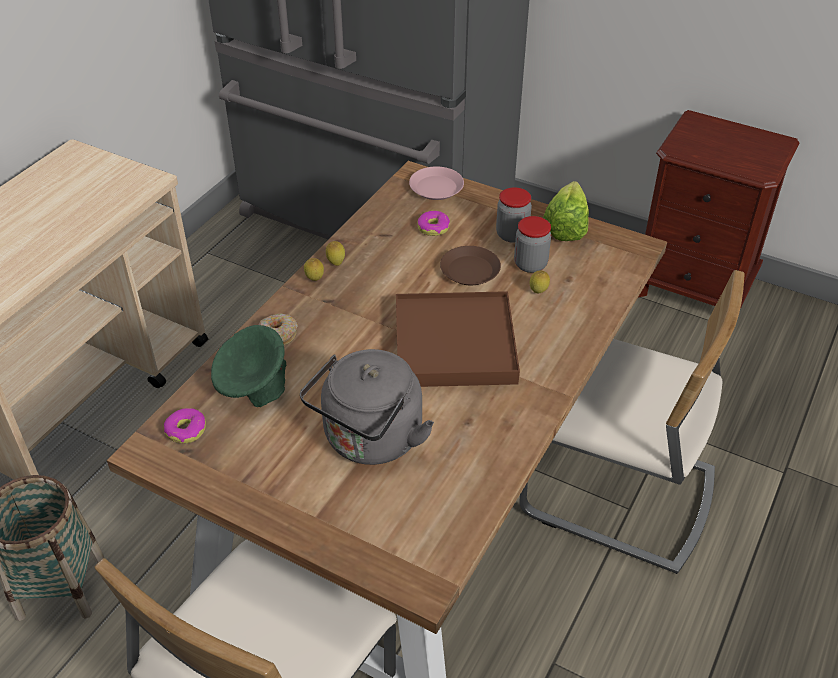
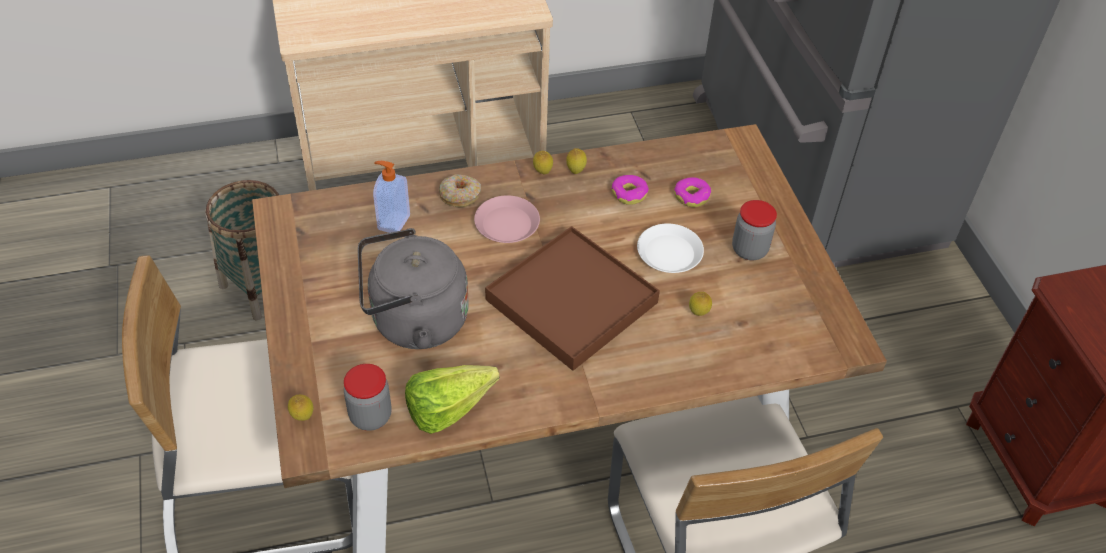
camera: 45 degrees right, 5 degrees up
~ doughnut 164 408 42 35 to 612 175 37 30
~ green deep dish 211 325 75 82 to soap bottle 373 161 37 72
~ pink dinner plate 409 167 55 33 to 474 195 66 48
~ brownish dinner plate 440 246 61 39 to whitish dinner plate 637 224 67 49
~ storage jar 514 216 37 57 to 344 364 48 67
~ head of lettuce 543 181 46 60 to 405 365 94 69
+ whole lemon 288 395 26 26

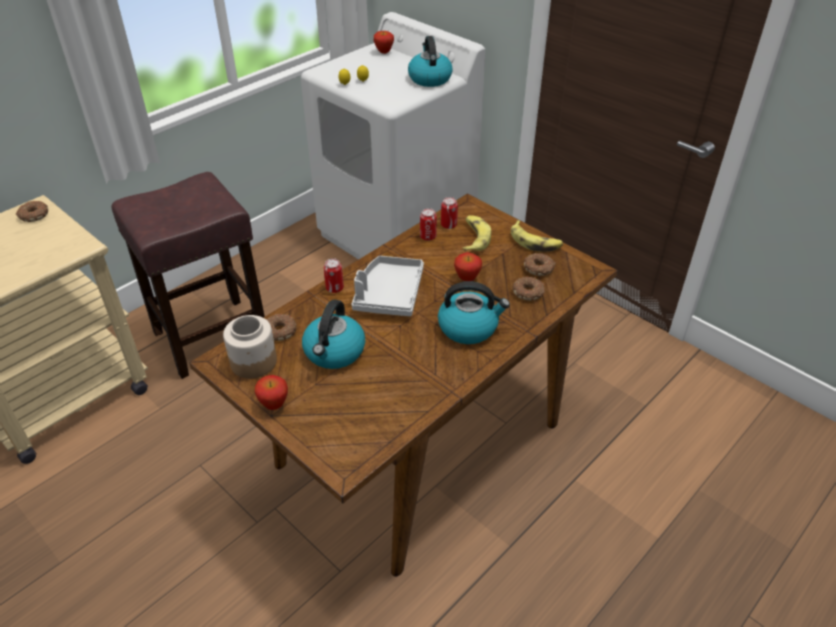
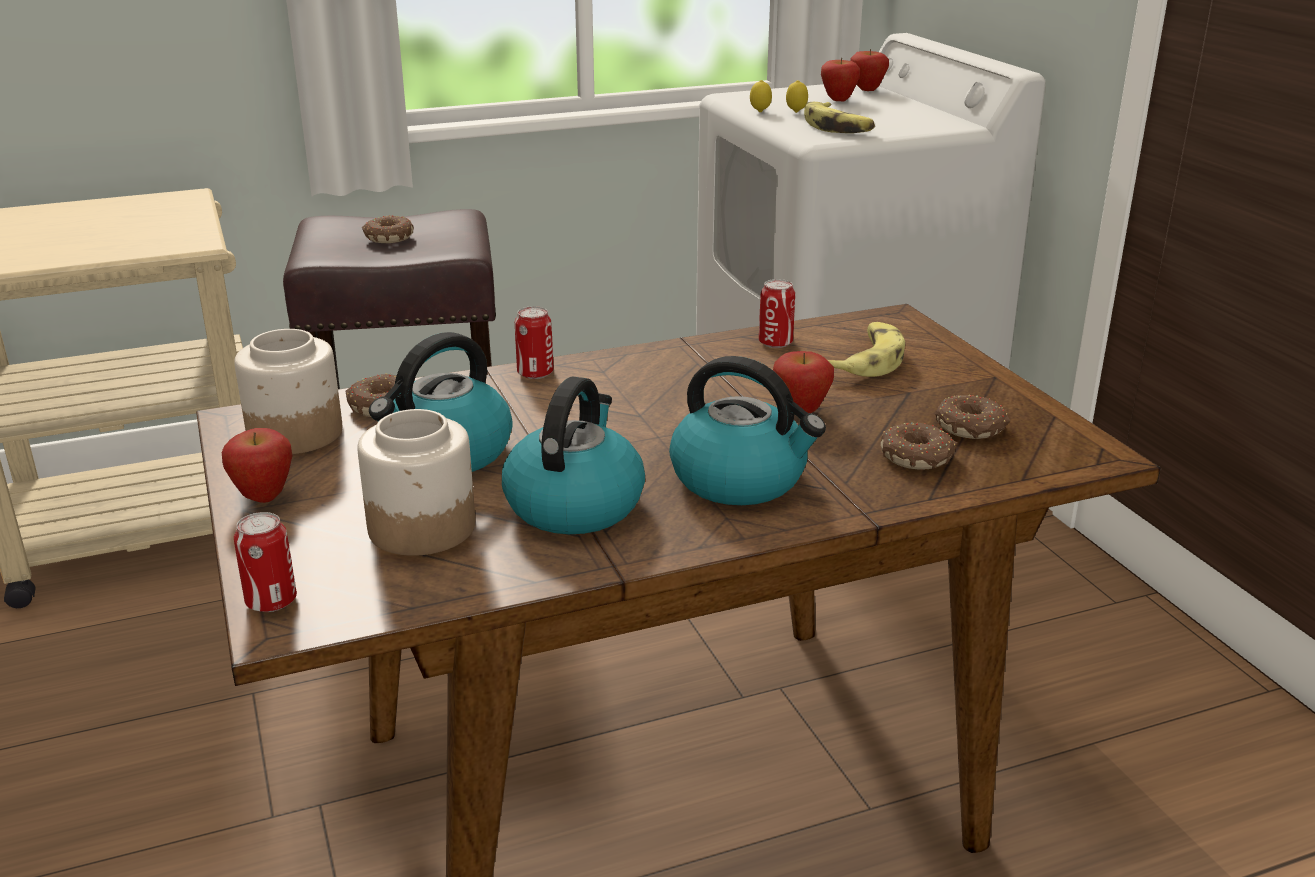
camera: 25 degrees right, 15 degrees down
~ doughnut 16 201 32 21 to 362 215 52 28
- greyish tray 352 256 72 60
~ water kettle 408 36 45 51 to 502 377 143 157
~ can 441 197 17 32 to 234 512 63 100
~ whole banana 511 220 52 32 to 804 102 71 31
+ storage jar 358 409 117 147
+ apple fruit 821 58 39 43

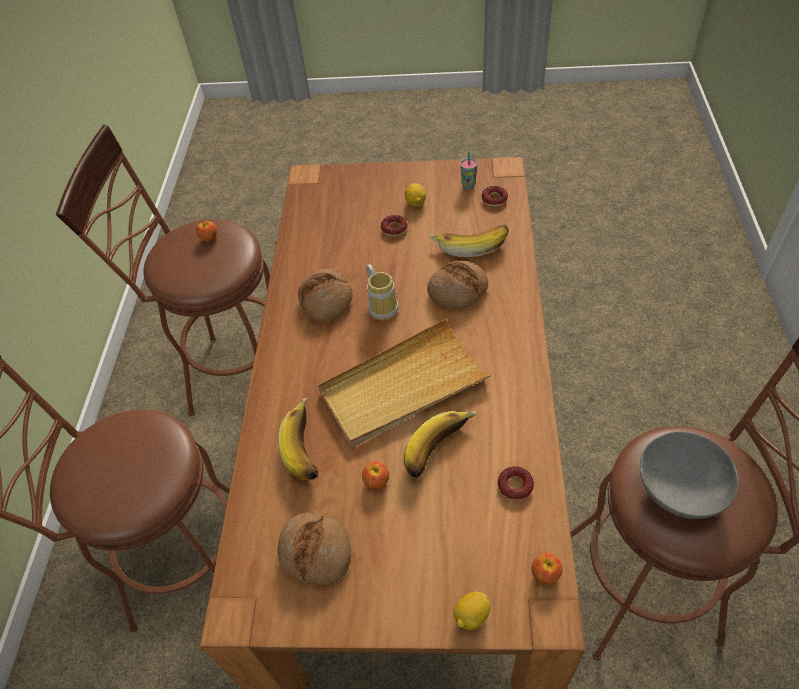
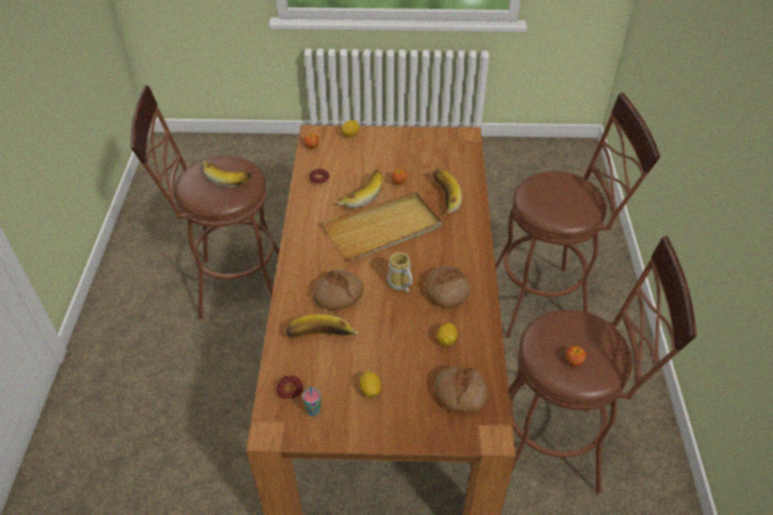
camera: 175 degrees right, 5 degrees down
~ bakery bread 277 512 74 73 to 434 365 54 48
- doughnut 381 215 27 21
~ greyish deep dish 640 432 99 87 to whole banana 203 160 48 27
+ whole lemon 437 323 21 23

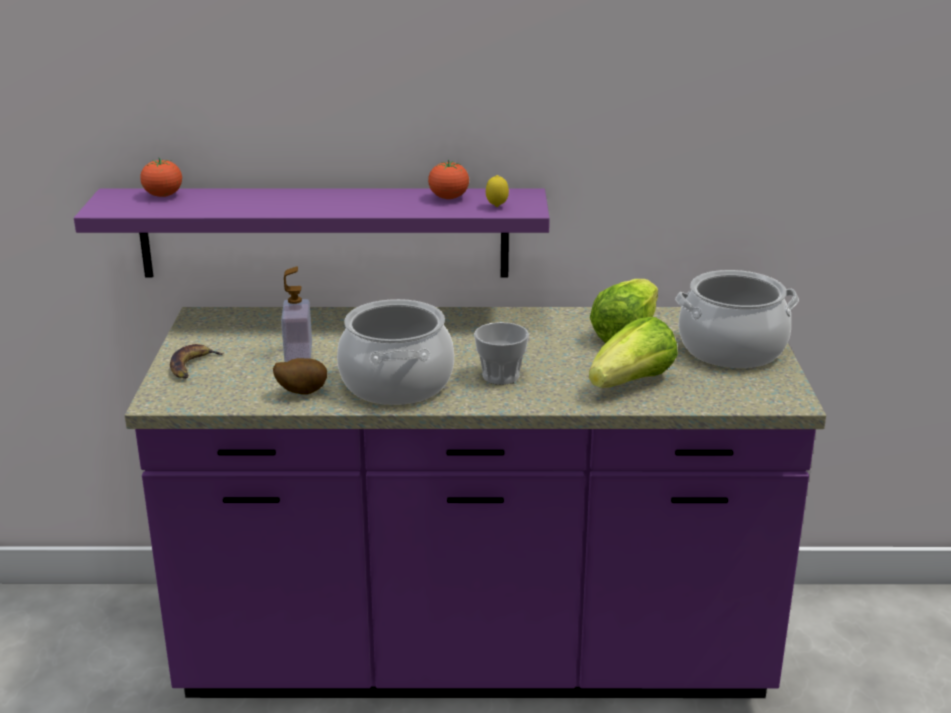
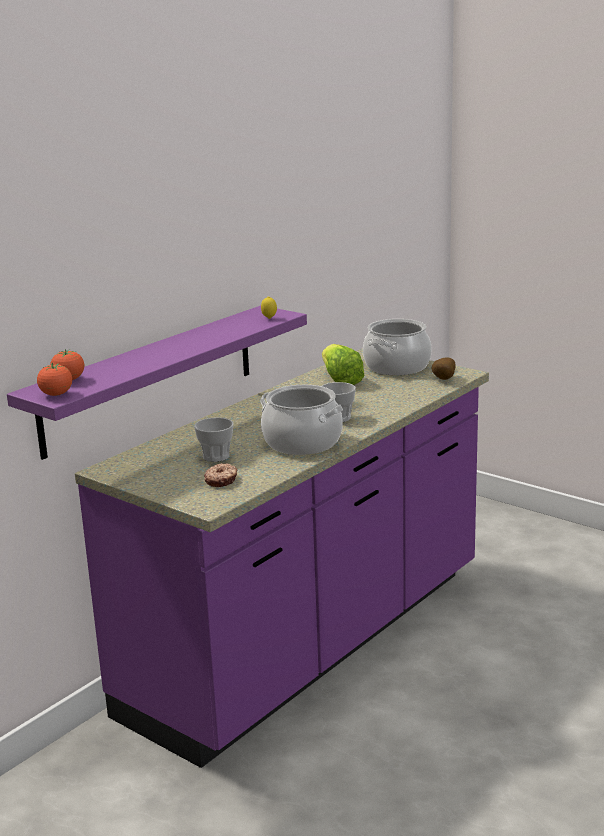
camera: 50 degrees left, 5 degrees down
- whole banana 170 344 55 35
~ whole potato 273 358 54 37 to 431 357 25 23
~ soap bottle 281 267 31 95 to small cup 194 417 40 45
~ whole tomato 428 160 41 39 to 37 363 35 33
- head of lettuce 589 317 89 71
+ doughnut 204 463 33 24

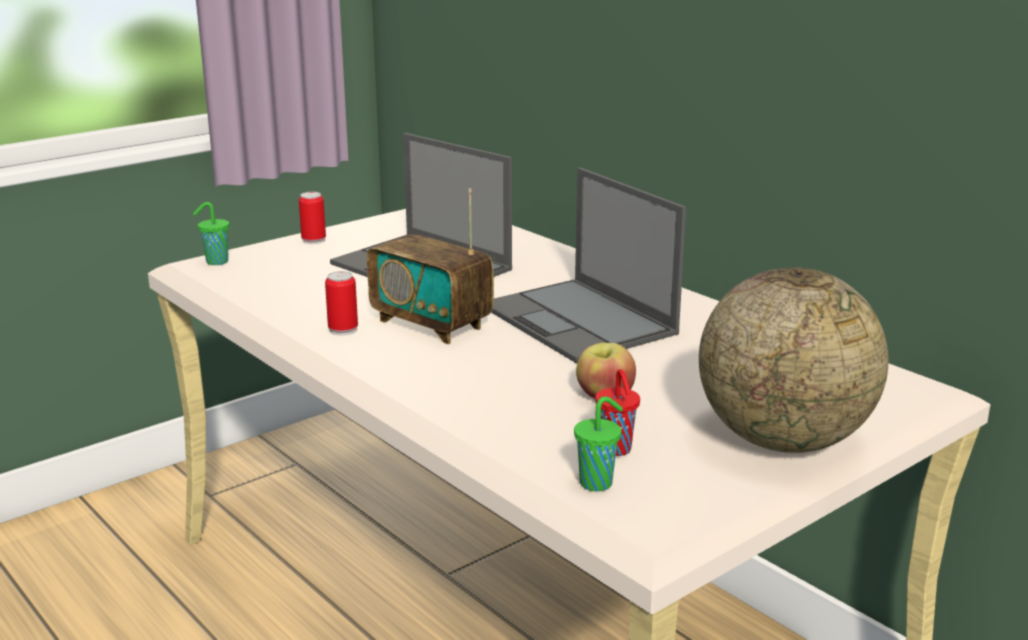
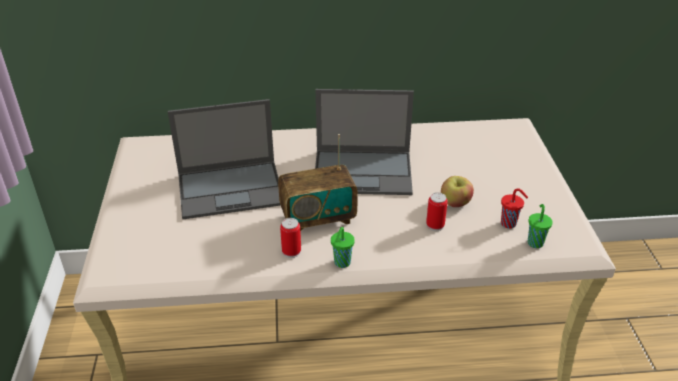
camera: 55 degrees left, 15 degrees up
~ green small cup 193 202 36 63 to 331 227 24 41
~ can 299 192 27 52 to 426 192 22 39
- world globe 699 267 189 186

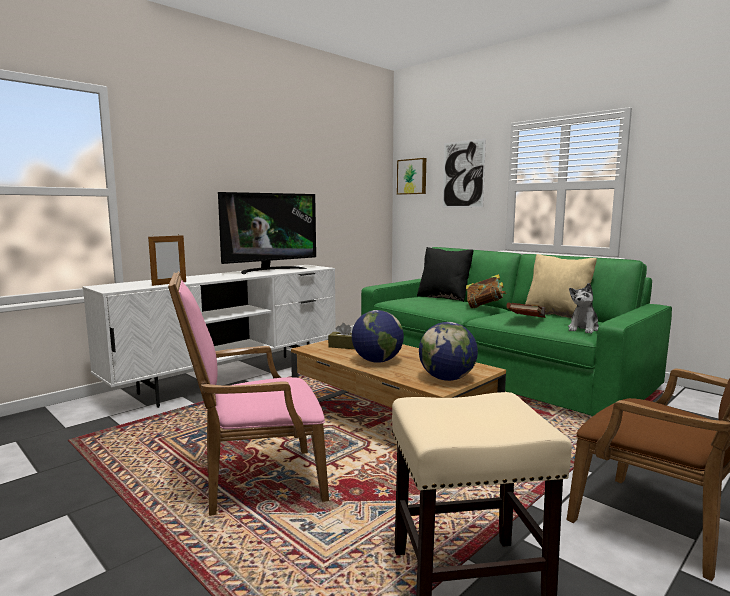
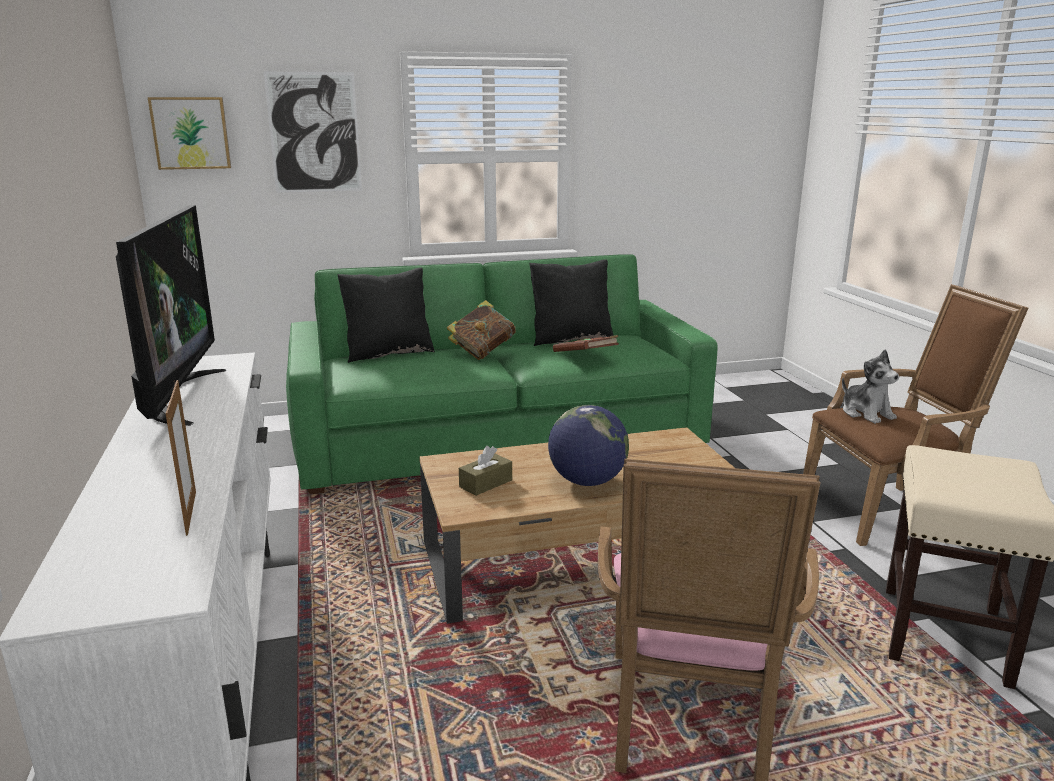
camera: 60 degrees left, 10 degrees up
- world globe 419 322 59 59
~ beige pillow 525 254 72 64 to black-coloured pillow 529 259 85 87
~ cuddly toy 568 283 31 51 to 842 350 57 74

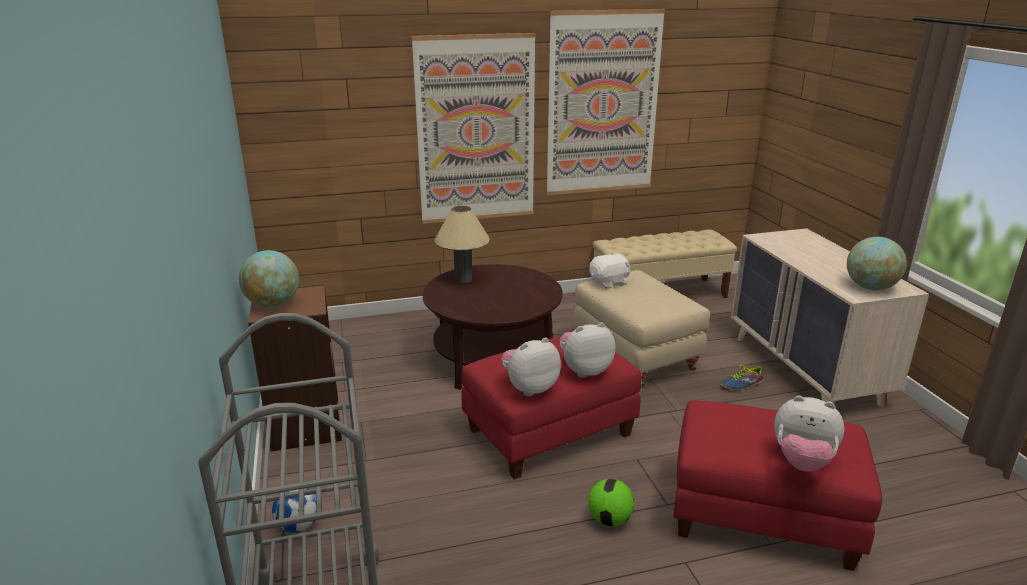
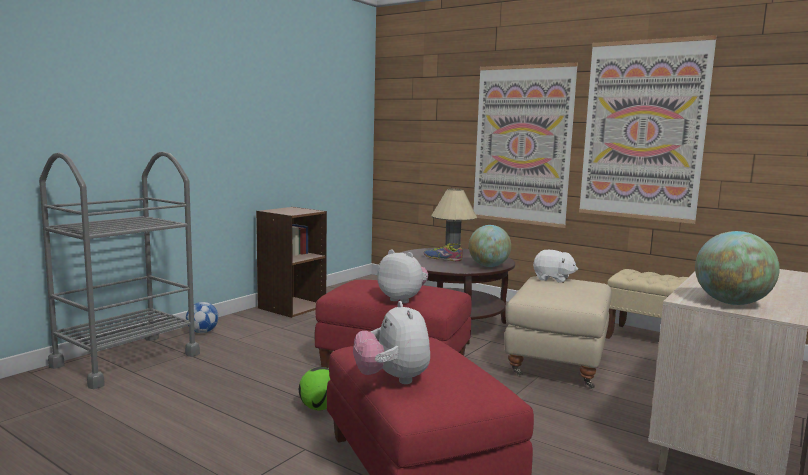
camera: 50 degrees right, 15 degrees down
~ world globe 239 250 60 57 to 469 225 42 42
- cuddly toy 501 337 60 59
~ item of footwear 720 362 44 29 to 424 243 39 18

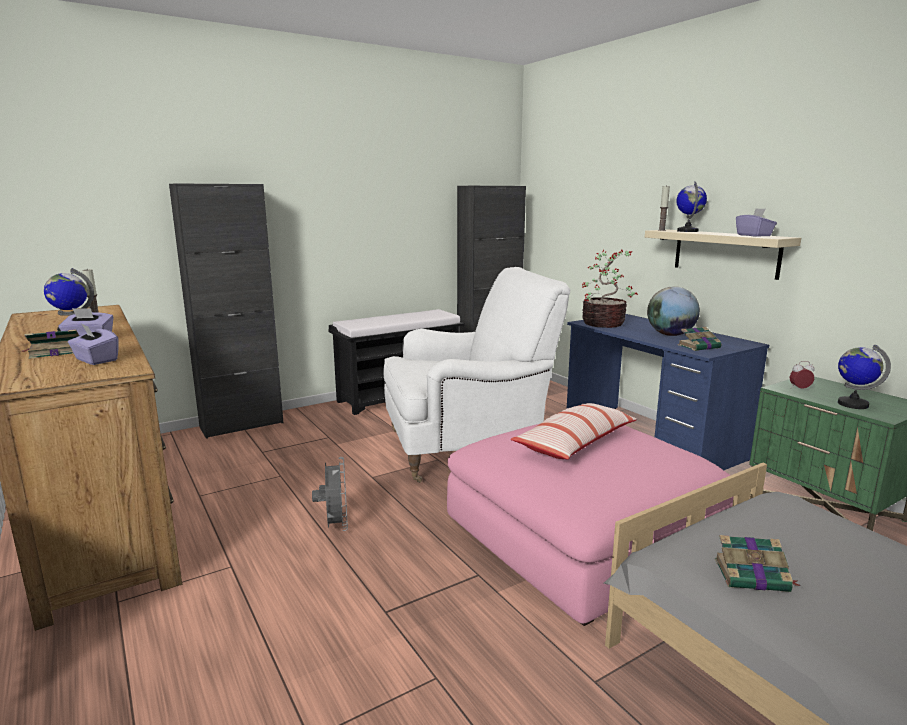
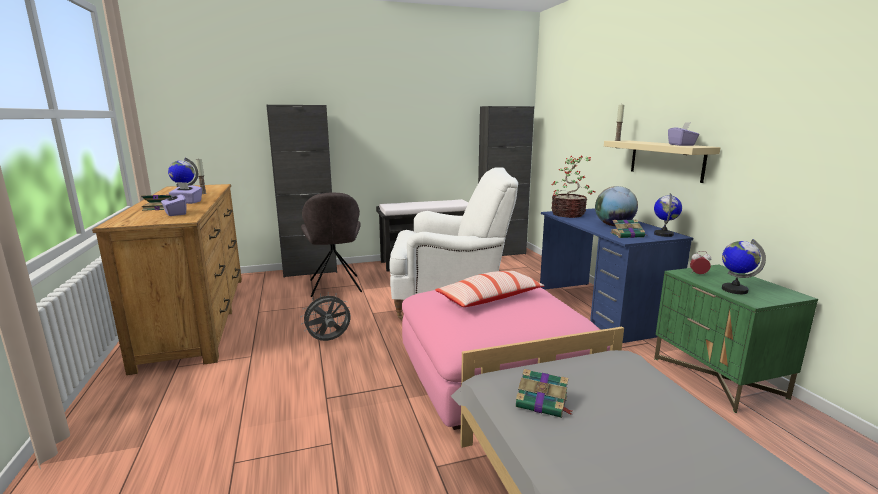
camera: 15 degrees right, 0 degrees up
~ greyish electric fan 312 457 36 74 = 301 292 50 49 120 degrees counterclockwise
~ world globe 676 182 31 50 to 654 193 28 44
+ greyish upright chair 301 192 61 105

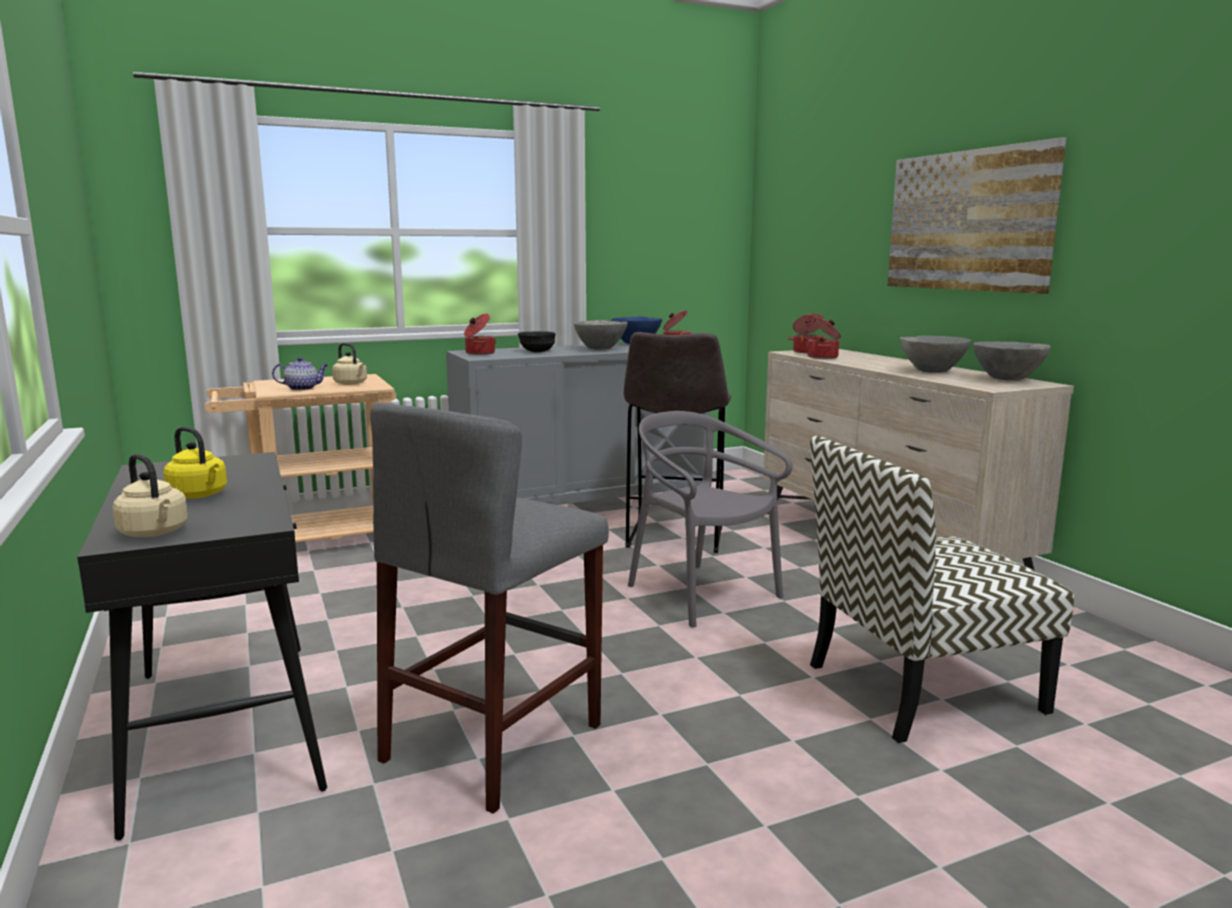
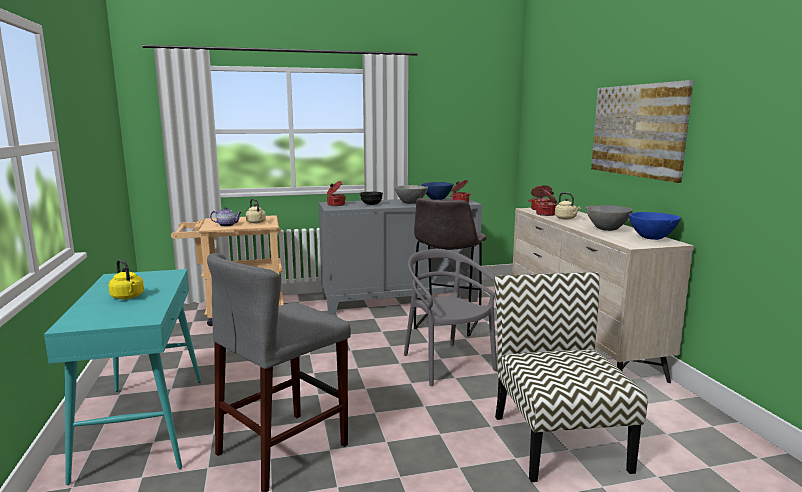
camera: 10 degrees right, 0 degrees up
~ black-coloured console table 77 452 250 389 to turquoise-coloured console table 44 269 157 216
~ beige water kettle 112 454 76 83 to 555 192 26 27
~ upright chair 810 436 264 307 = 494 272 154 210 90 degrees clockwise
~ greyish deep dish 973 341 78 40 to bluish deep dish 629 212 52 28

